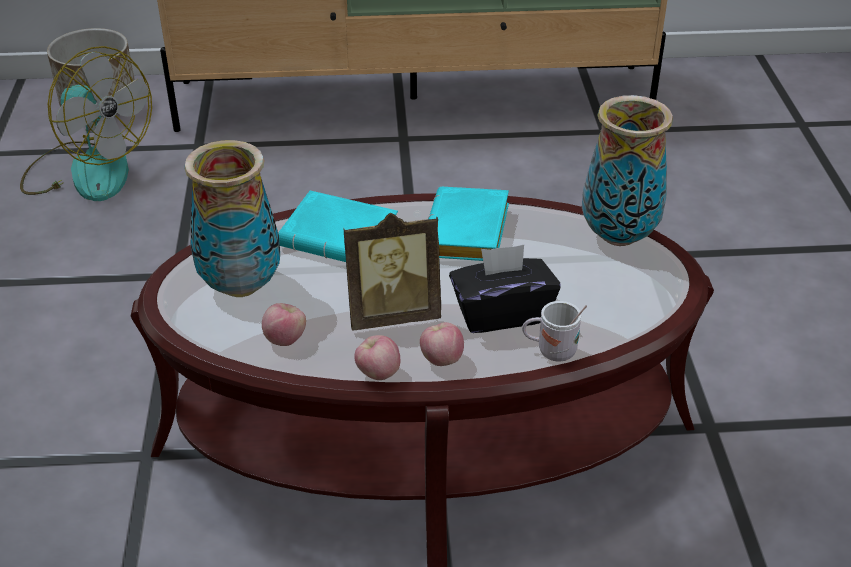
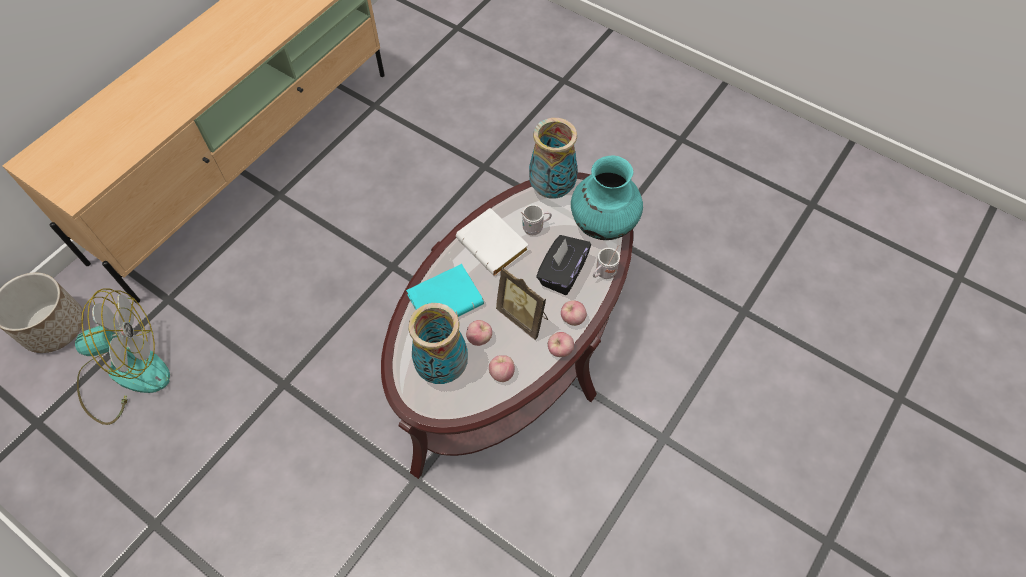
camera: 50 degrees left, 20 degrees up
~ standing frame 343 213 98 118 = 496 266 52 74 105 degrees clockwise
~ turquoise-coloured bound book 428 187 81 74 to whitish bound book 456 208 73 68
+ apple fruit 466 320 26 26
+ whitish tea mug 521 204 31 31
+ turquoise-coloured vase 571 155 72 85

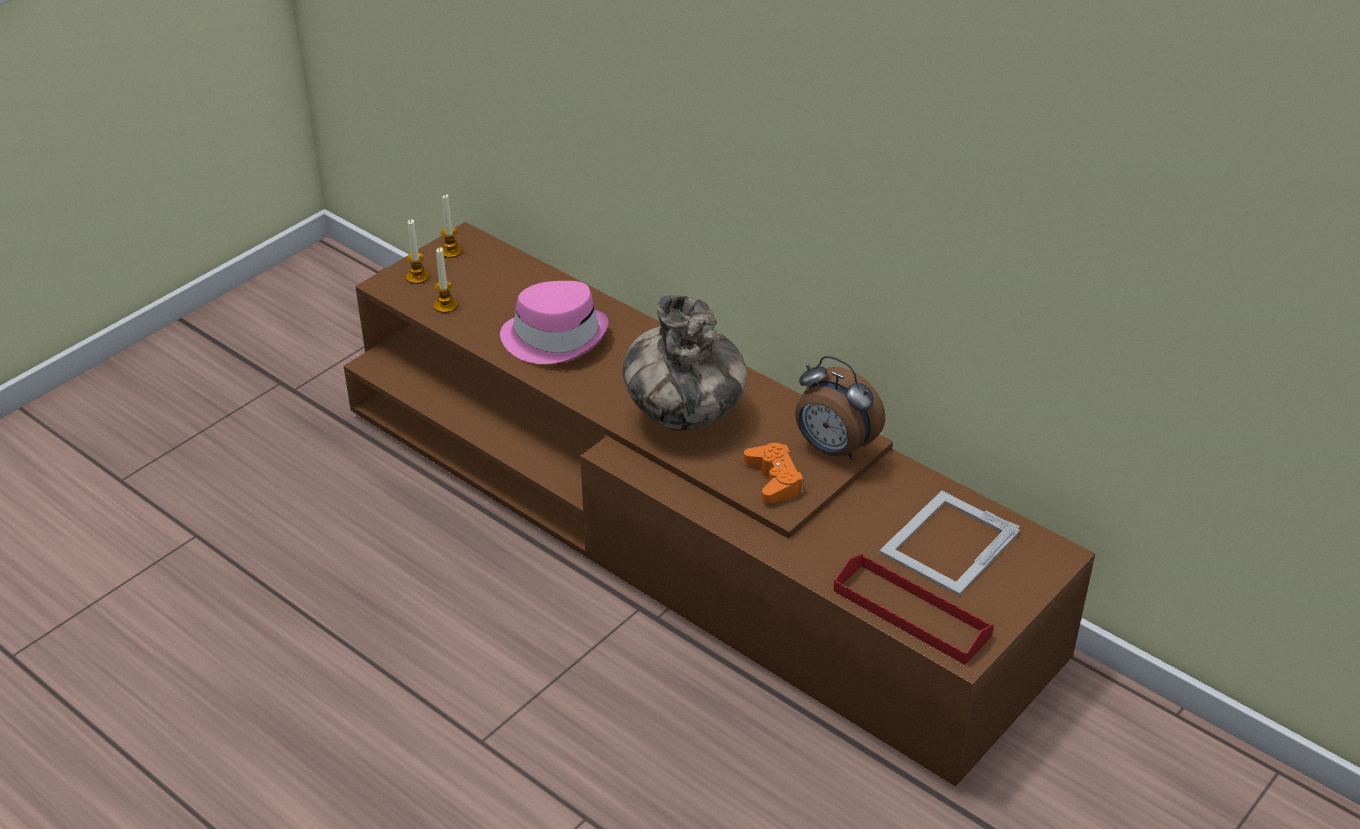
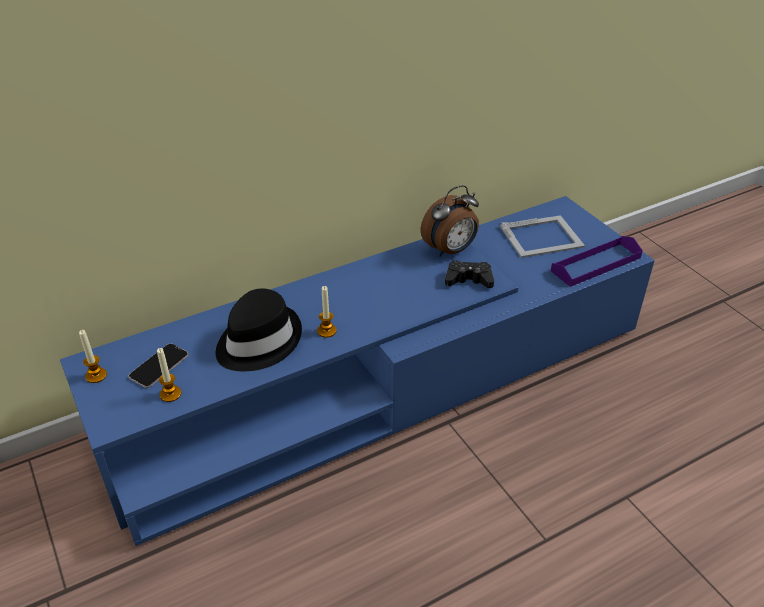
camera: 70 degrees left, 0 degrees up
~ brownish media console 344 222 751 564 to bluish media console 60 196 595 350
~ candle 406 219 23 65 to 317 286 20 52
~ pink wearable hat 500 281 109 83 to black-coloured wearable hat 216 288 86 83
- vase 622 295 125 136
~ orange joypad 744 443 60 60 to black-coloured joypad 445 260 49 28
~ reddish tray 834 554 160 111 to purplish tray 551 236 92 51
~ standing frame 879 491 141 104 = 500 215 85 43 75 degrees counterclockwise
+ handset 129 343 59 45

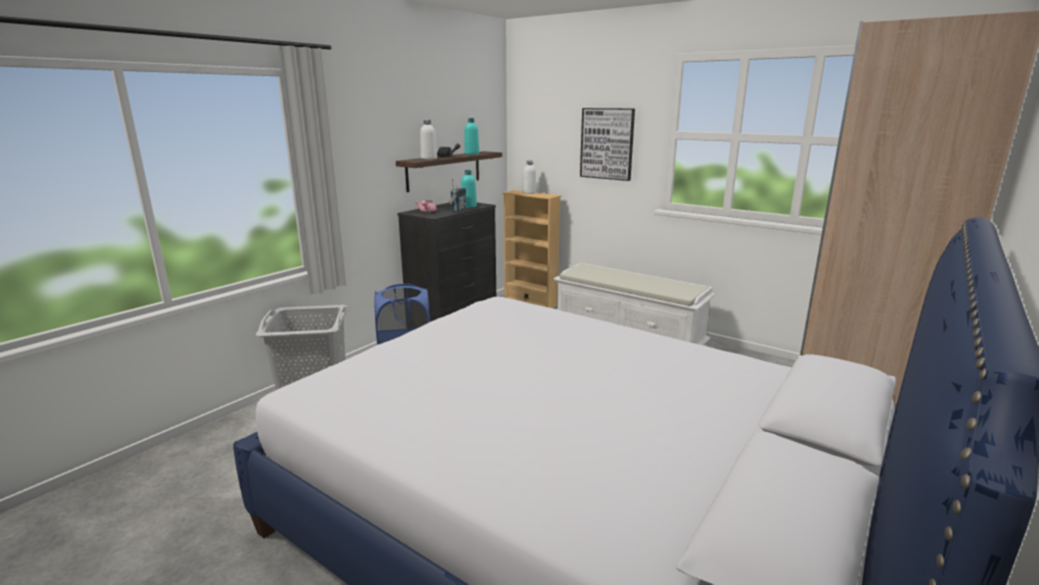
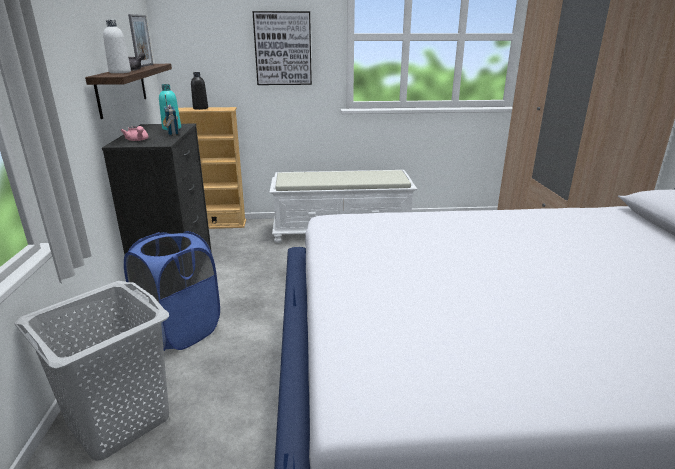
camera: 40 degrees left, 5 degrees up
~ turquoise-coloured bottle 465 118 14 36 to standing frame 128 14 25 53
~ whitish bottle 523 160 13 34 to black-coloured bottle 191 72 17 38

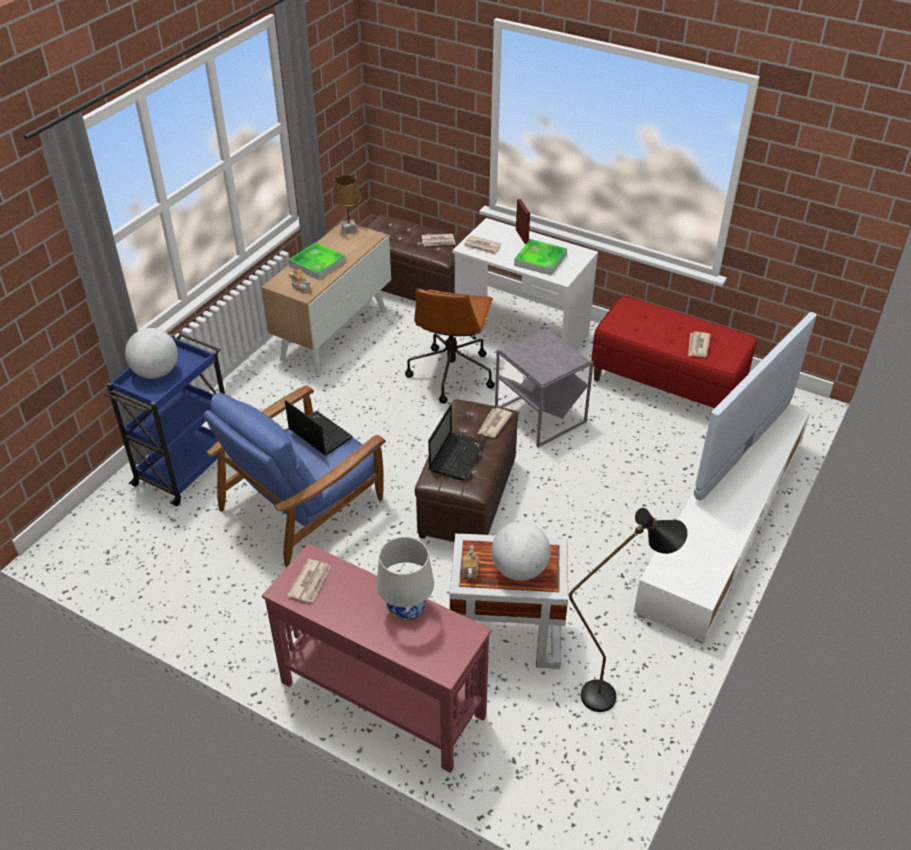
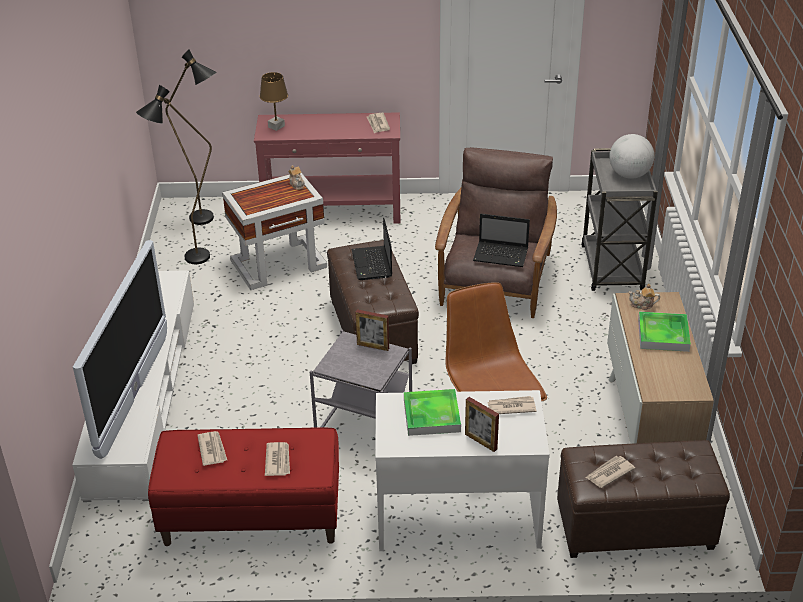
camera: 150 degrees right, 5 degrees down
~ bluish wheeled cart 104 333 121 173 to greyish wheeled cart 581 148 77 143
~ bluish armchair 204 386 182 181 to brownish armchair 435 147 122 171
~ brownish lamp for a table 332 175 29 58 to 260 72 28 59
- whitish lamp for a table 376 537 58 84
~ printed paper 477 408 36 30 to 265 442 25 34
- world globe 491 521 60 60
+ black-coloured floor lamp 165 49 52 176
+ standing frame 355 309 34 42

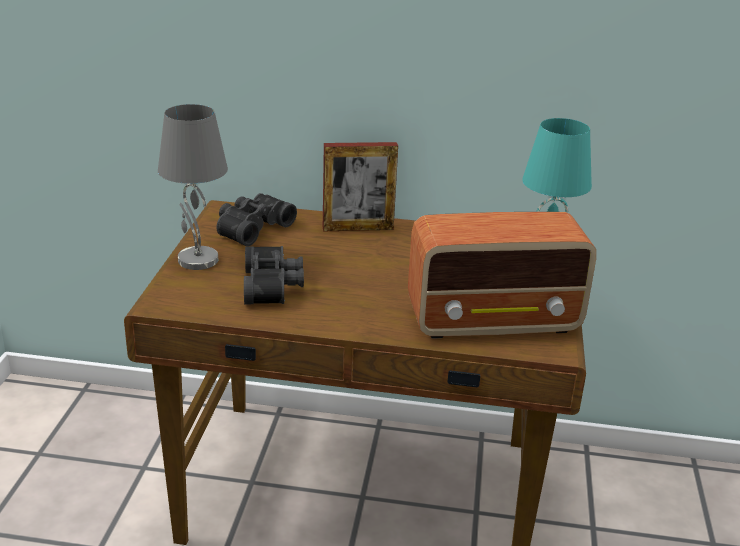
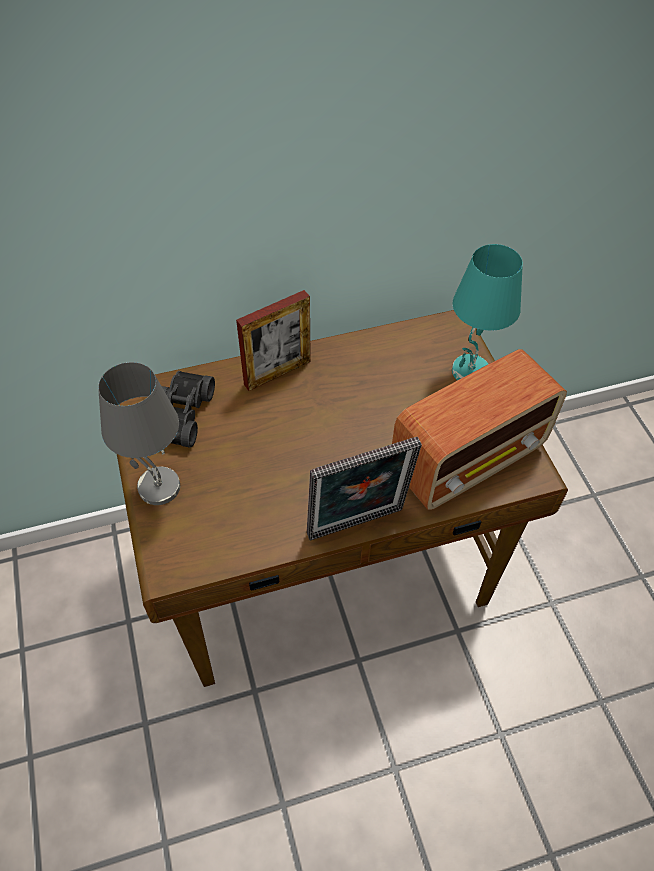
camera: 25 degrees left, 25 degrees up
- black-coloured pair of binoculars 244 246 60 58
+ standing frame 307 437 115 103

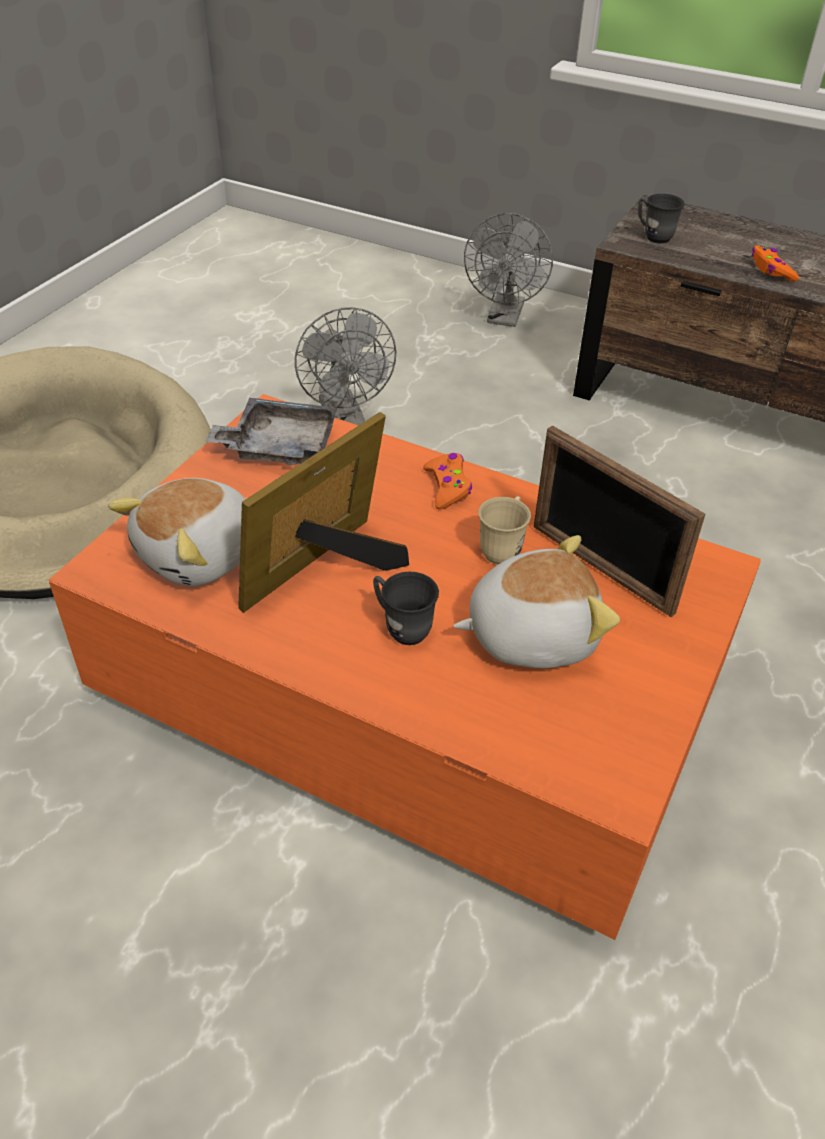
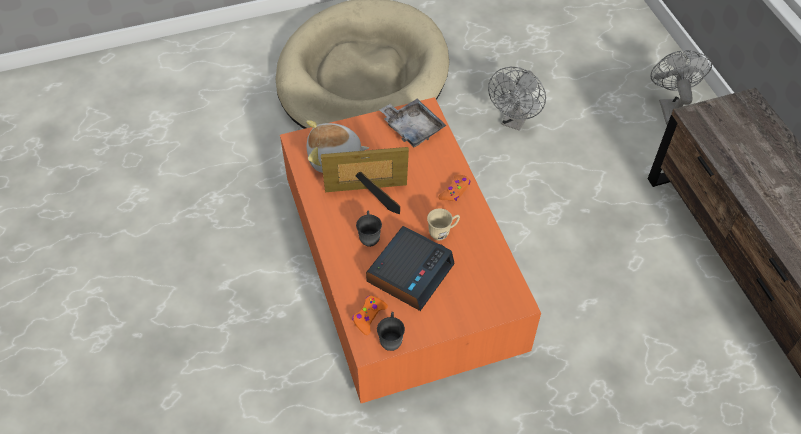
camera: 45 degrees right, 10 degrees up
~ cuddly toy 453 535 167 134 to alarm clock 366 226 89 85
~ greyish electric fan 464 213 89 114 = 650 50 62 75 120 degrees clockwise
- standing frame 534 425 171 192
~ greyish tea mug 638 194 47 50 to 377 312 28 39
~ orange joypad 752 246 47 36 to 352 296 36 39

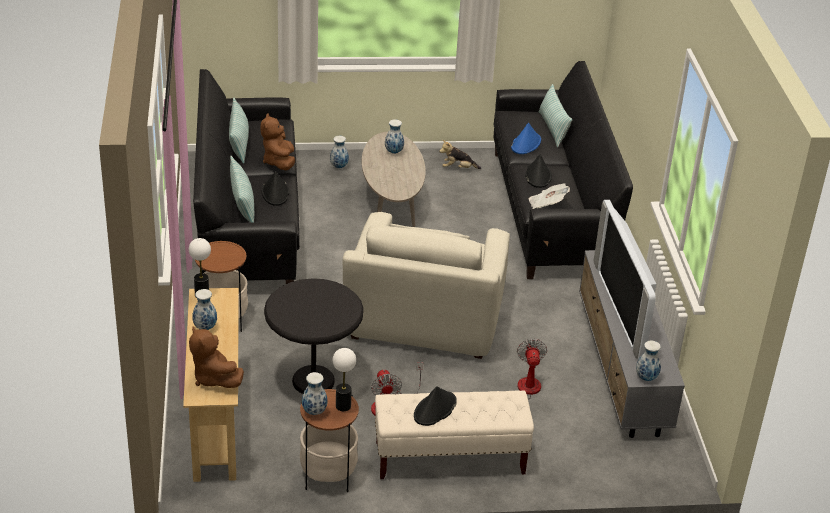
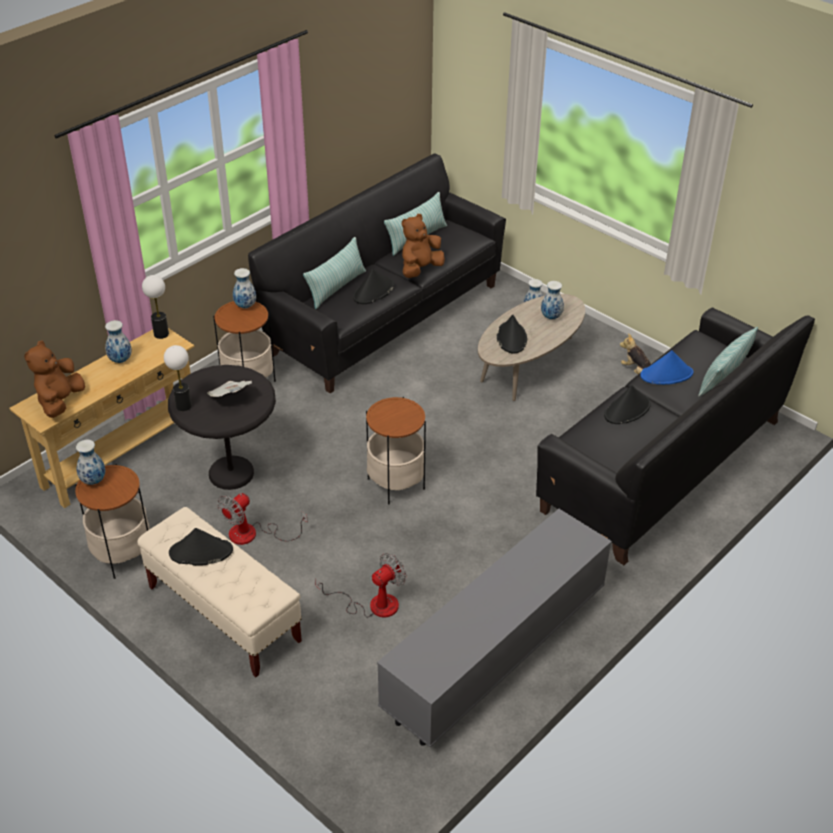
camera: 50 degrees right, 5 degrees up
~ lamp for a table 333 348 23 63 to 164 345 28 66
~ beige armchair 343 212 167 147 to side table 366 397 60 107
~ printed paper 529 183 41 26 to 207 381 45 16
- TV set 594 200 62 160
~ vase 636 340 25 41 to 233 268 23 41
+ black-coloured wearable hat 497 315 30 38

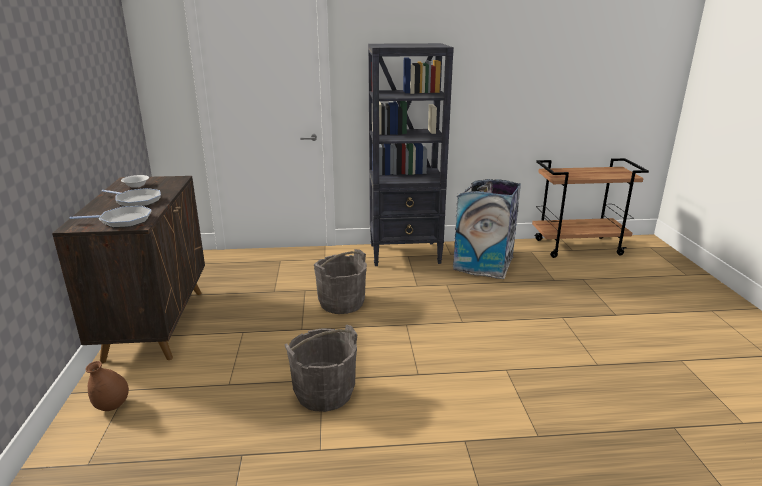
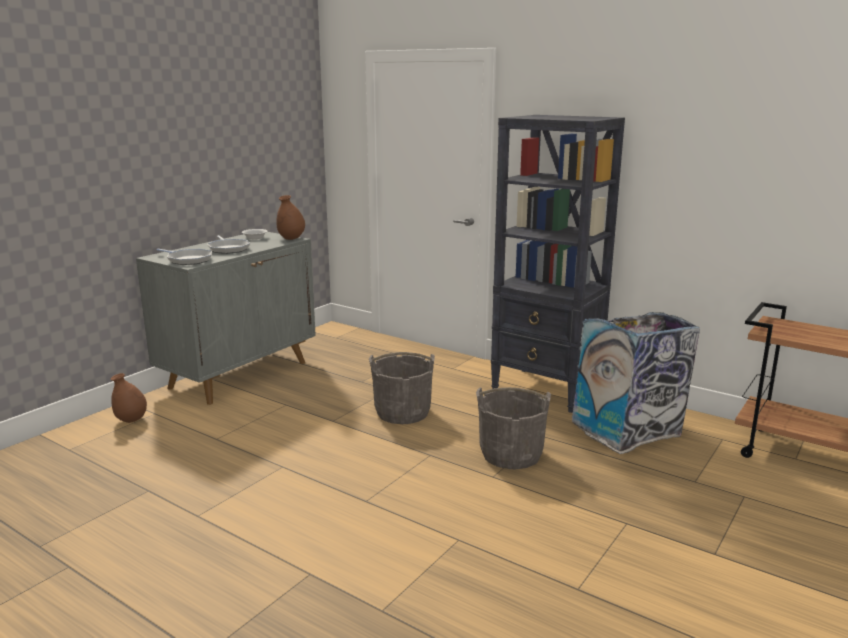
camera: 40 degrees right, 5 degrees down
~ brownish cabinet 52 176 153 187 to greyish cabinet 136 232 180 173
~ greyish water bucket 284 325 74 87 to 476 387 75 82
+ brownish vase 276 195 29 45

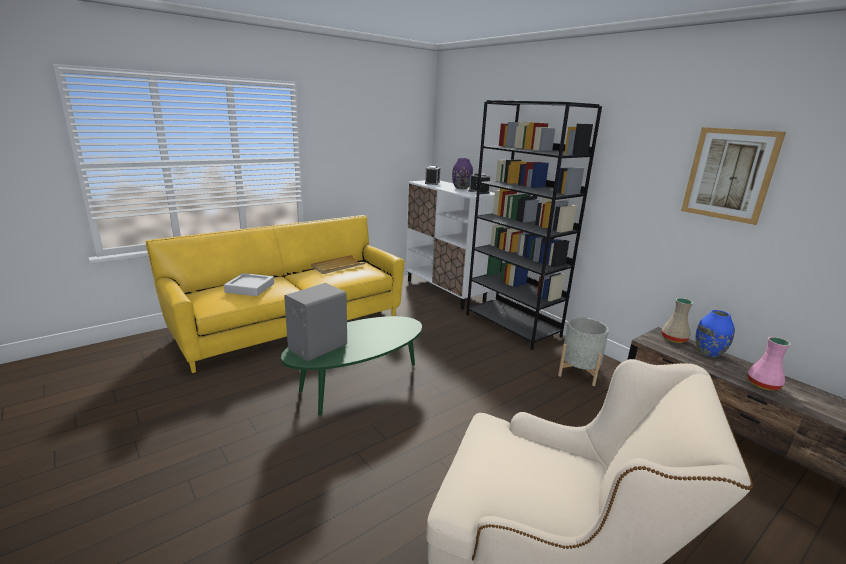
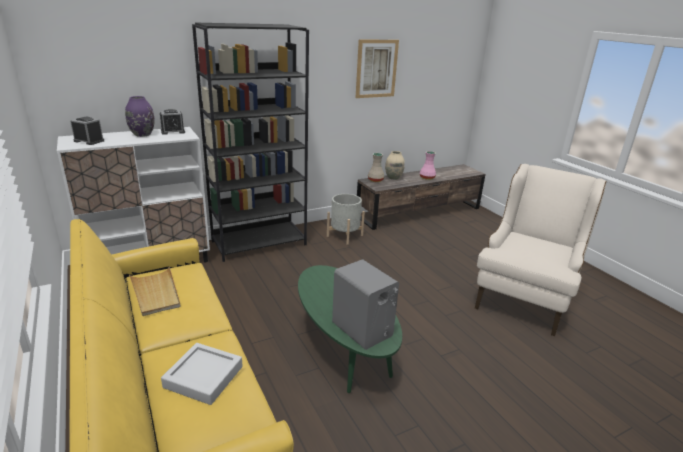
camera: 80 degrees left, 5 degrees up
~ bluish vase 695 310 40 47 to beige vase 385 151 20 29

